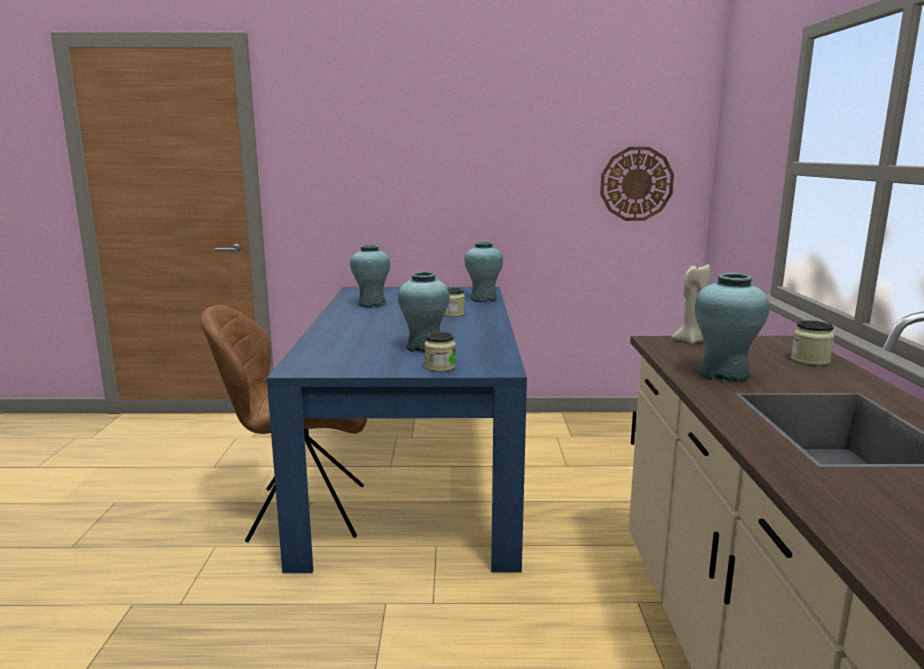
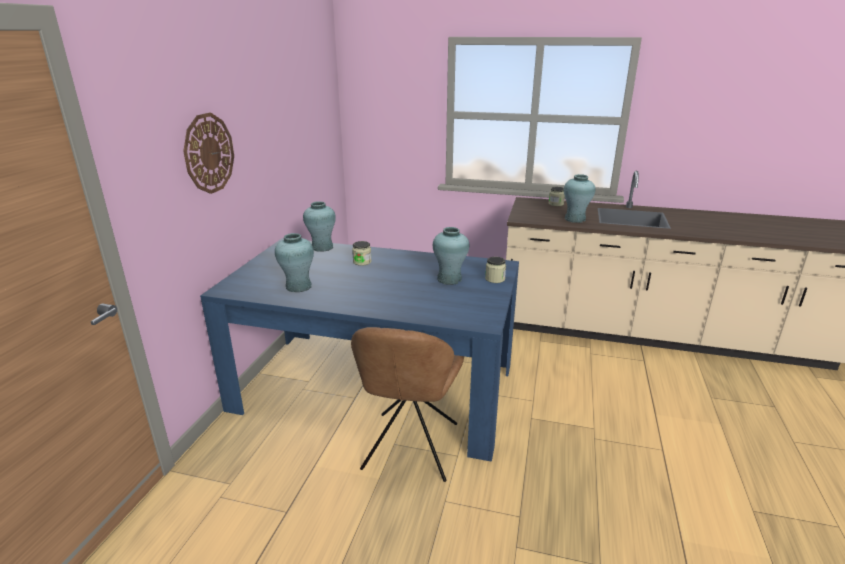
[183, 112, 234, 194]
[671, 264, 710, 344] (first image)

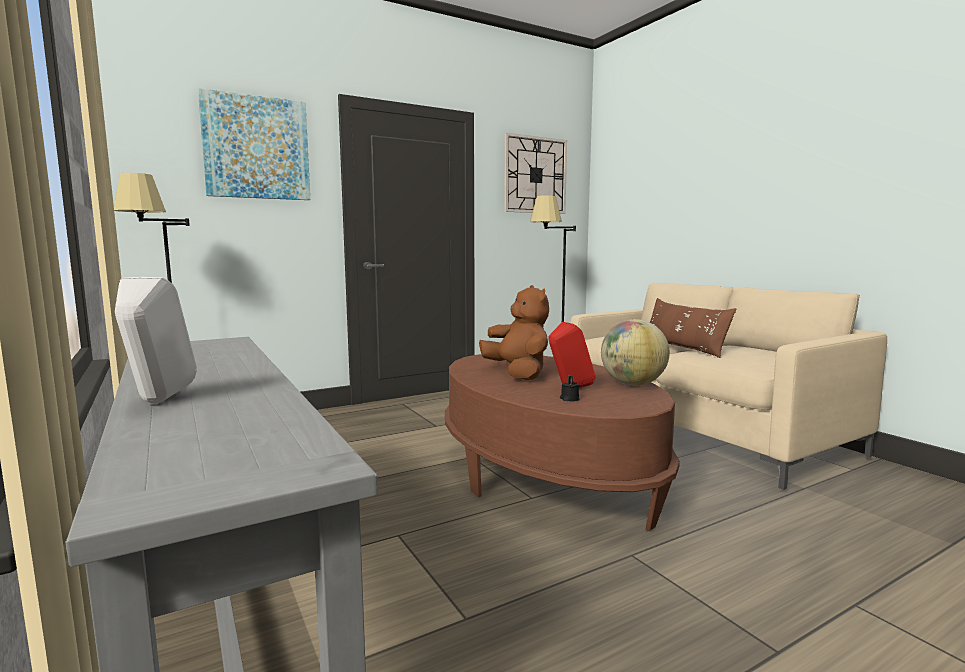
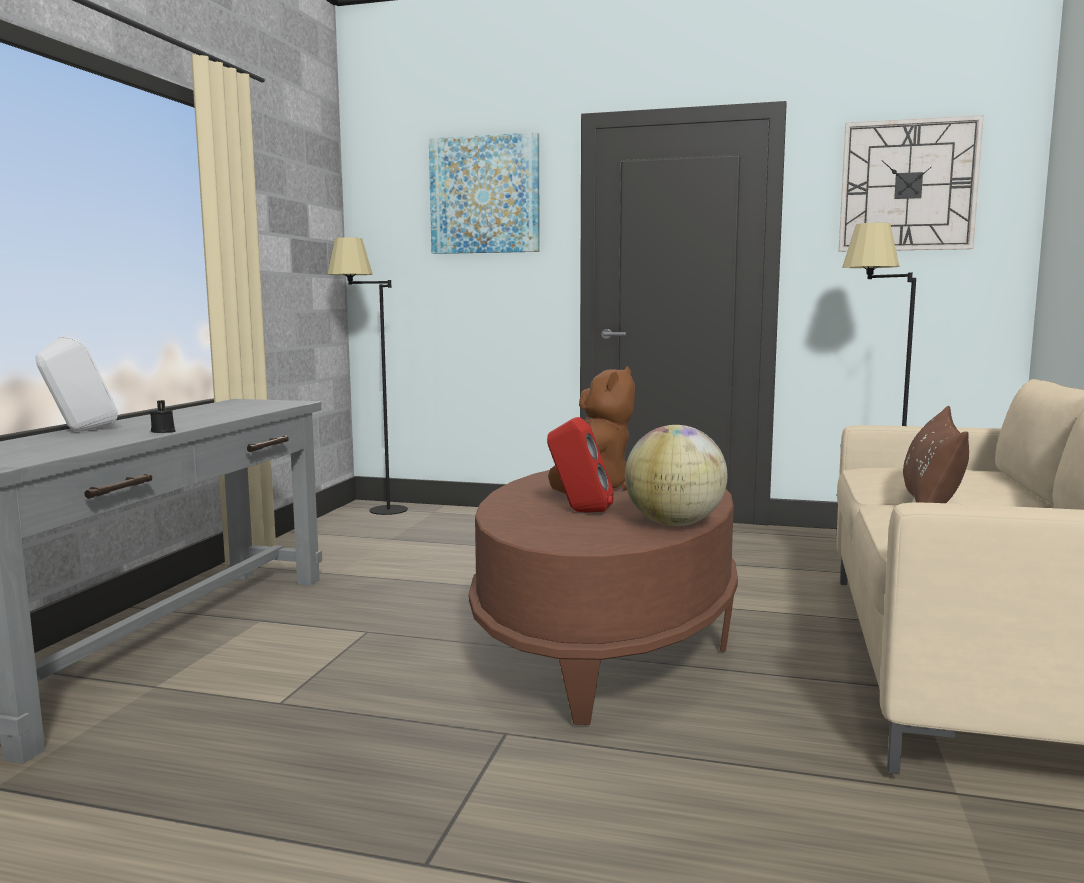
[149, 400, 176, 433]

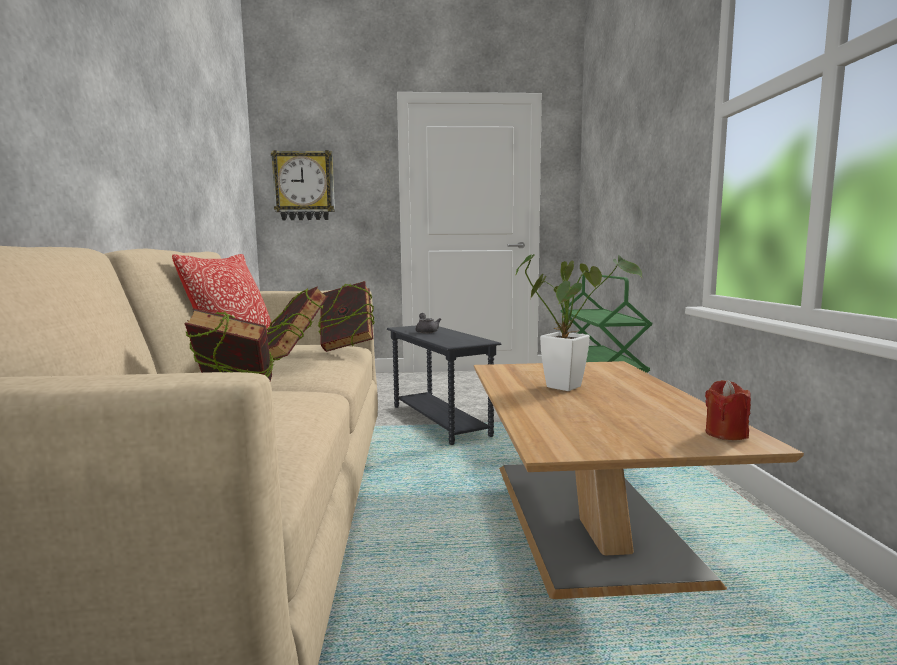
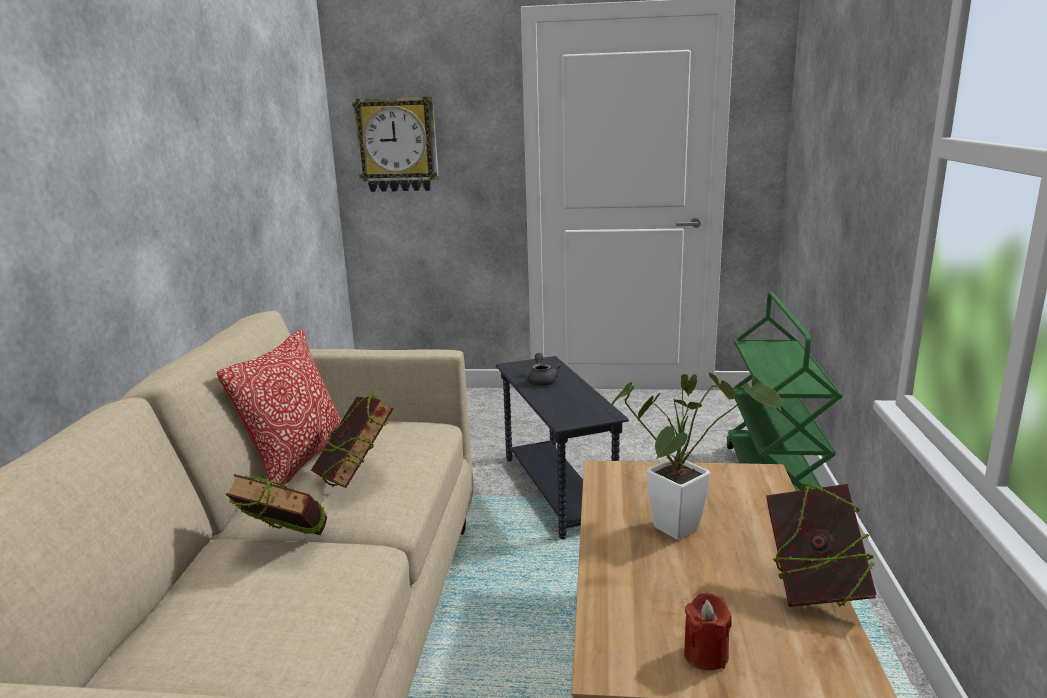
[766, 483, 877, 607]
[684, 593, 732, 670]

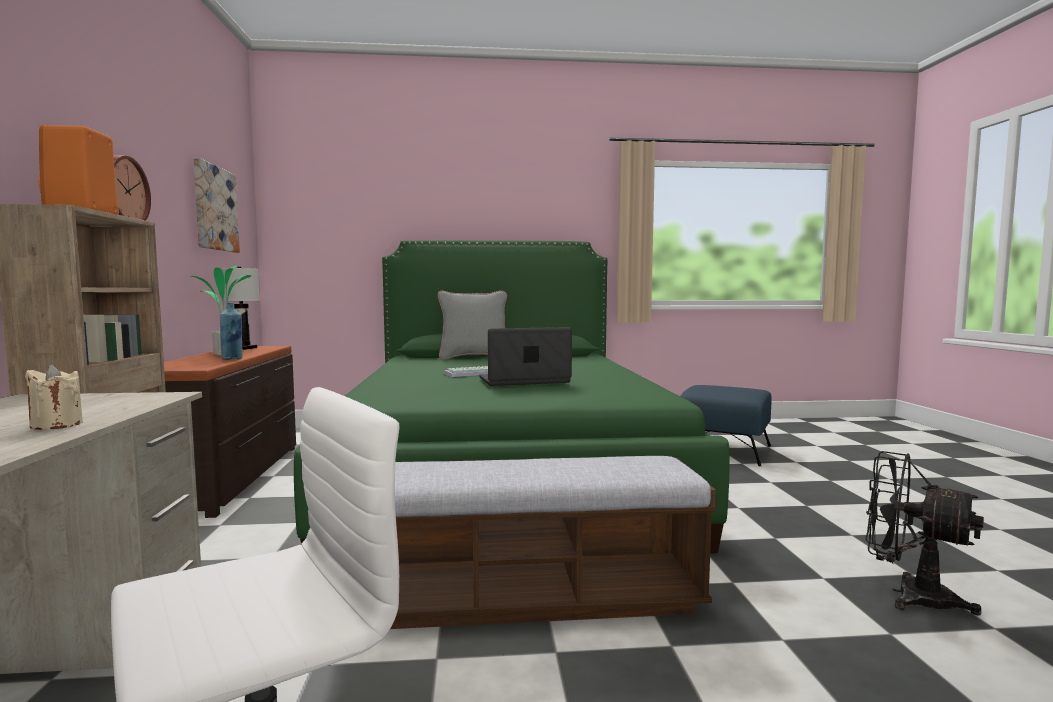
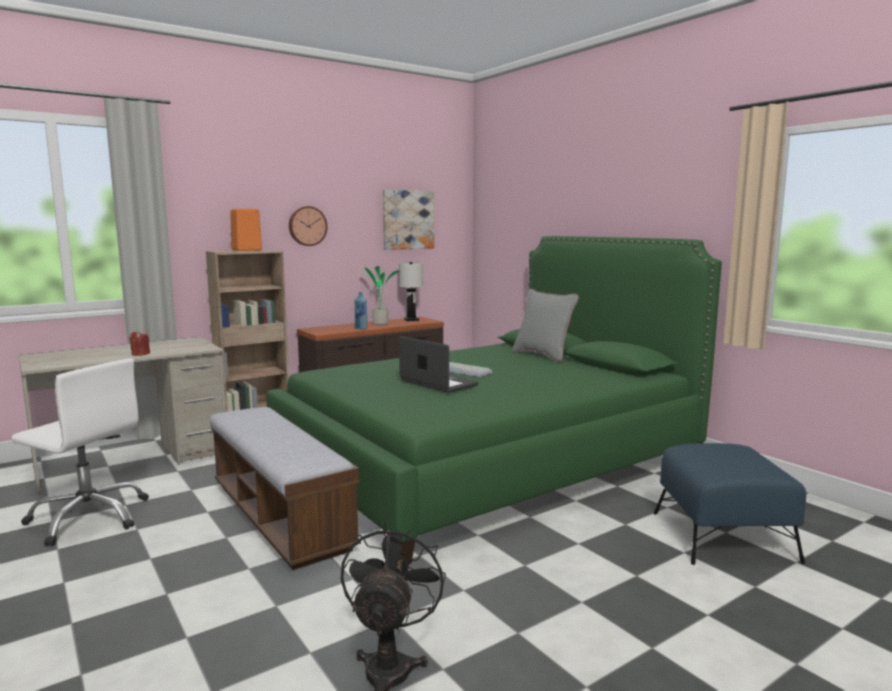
[129, 331, 150, 356]

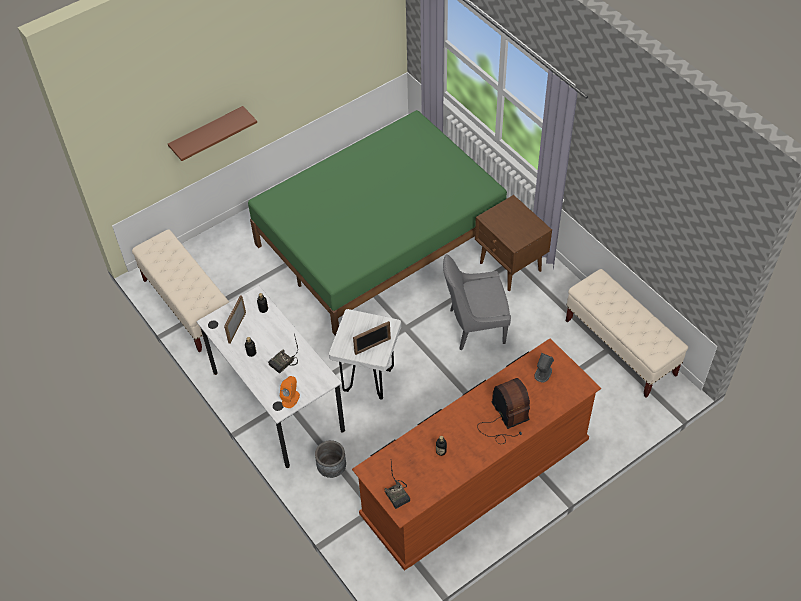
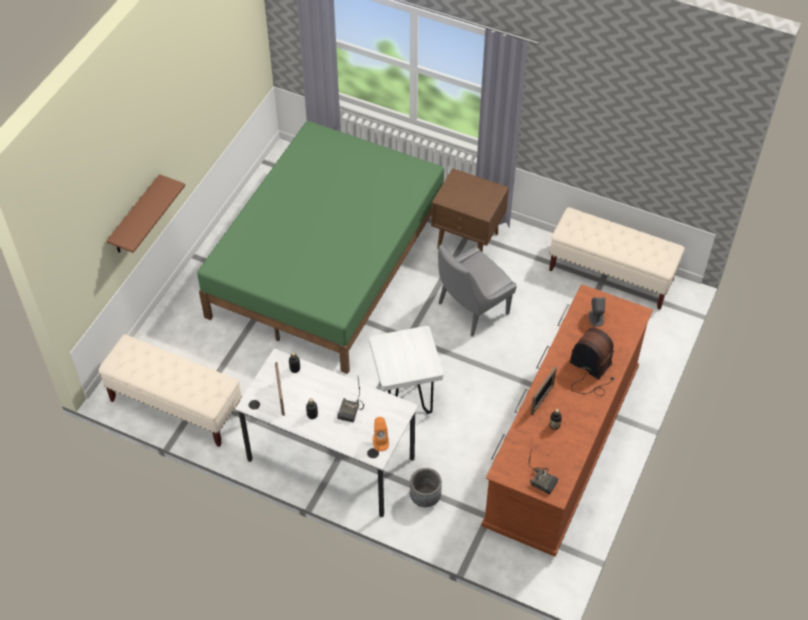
[530, 366, 557, 415]

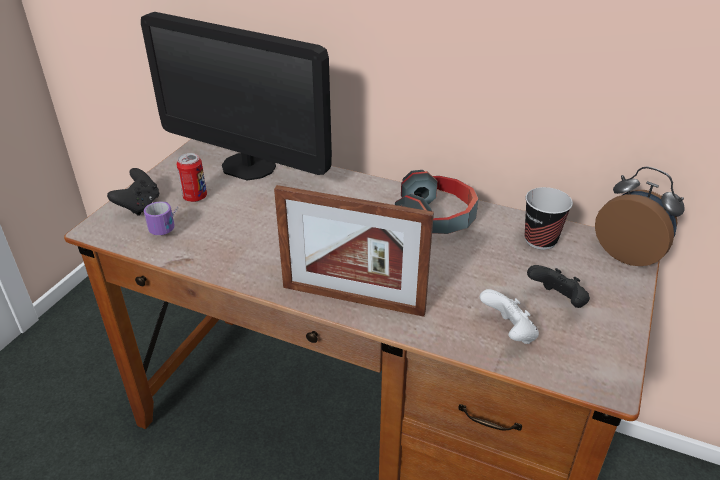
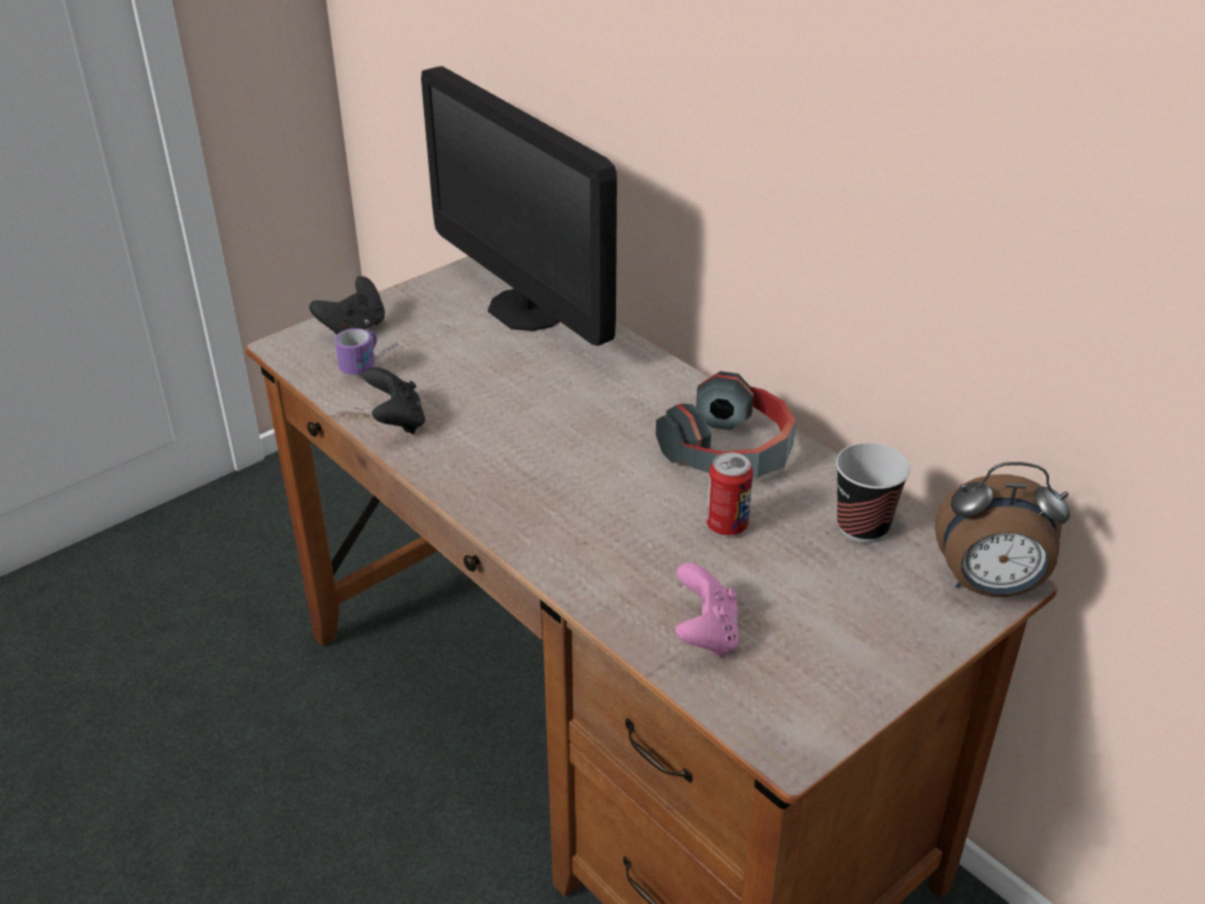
[706, 453, 753, 535]
[274, 185, 434, 317] (first image)
[675, 563, 739, 658]
[364, 367, 425, 434]
[935, 462, 1070, 597]

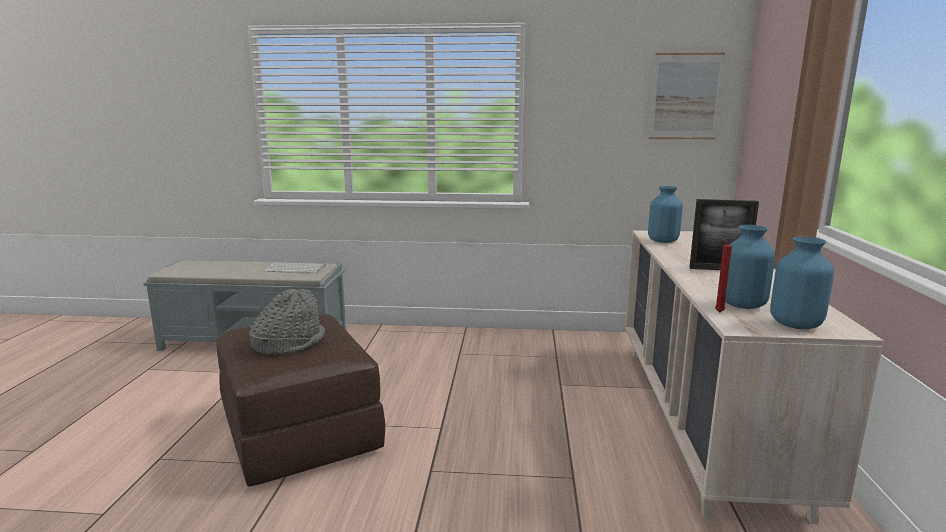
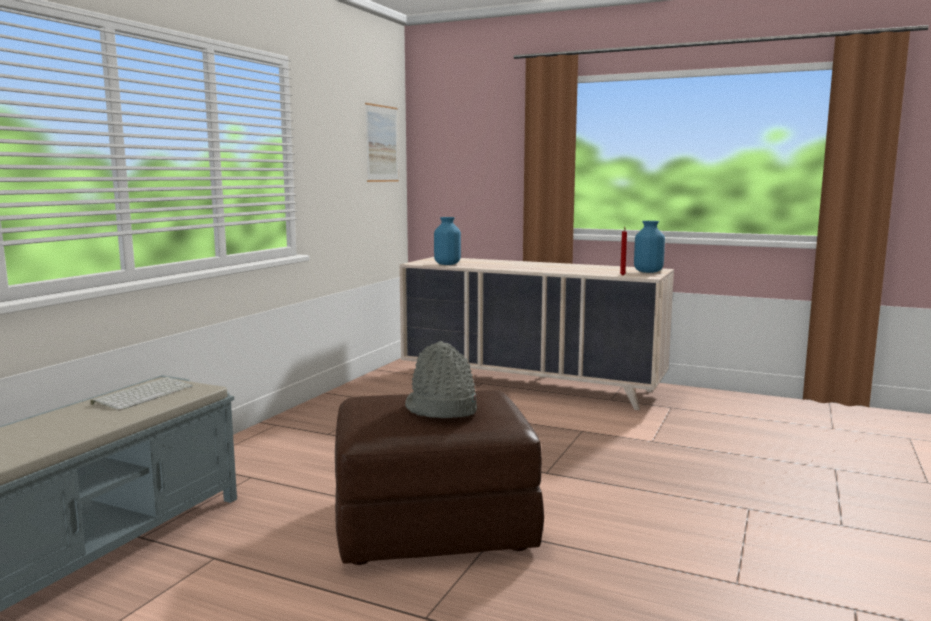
[689, 199, 759, 270] (first image)
[725, 225, 775, 309] (first image)

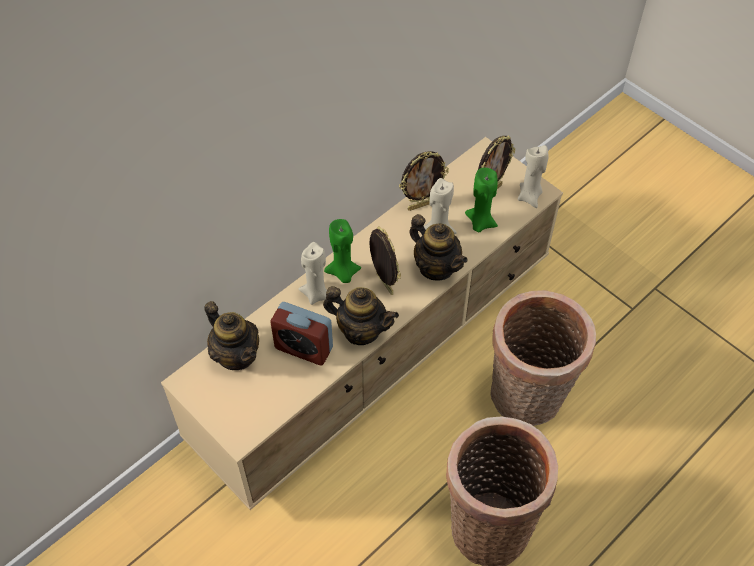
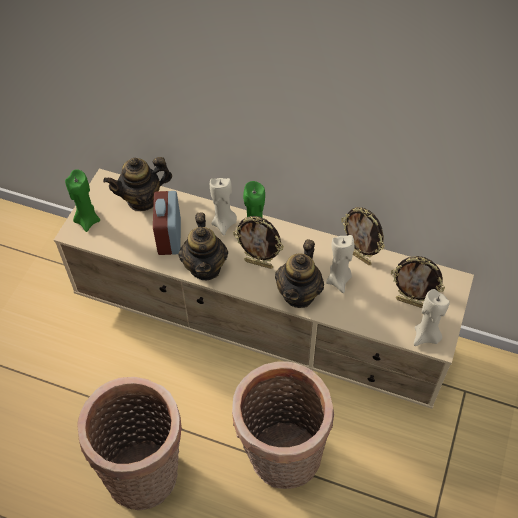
[103, 157, 172, 211]
[233, 216, 284, 269]
[65, 169, 100, 232]

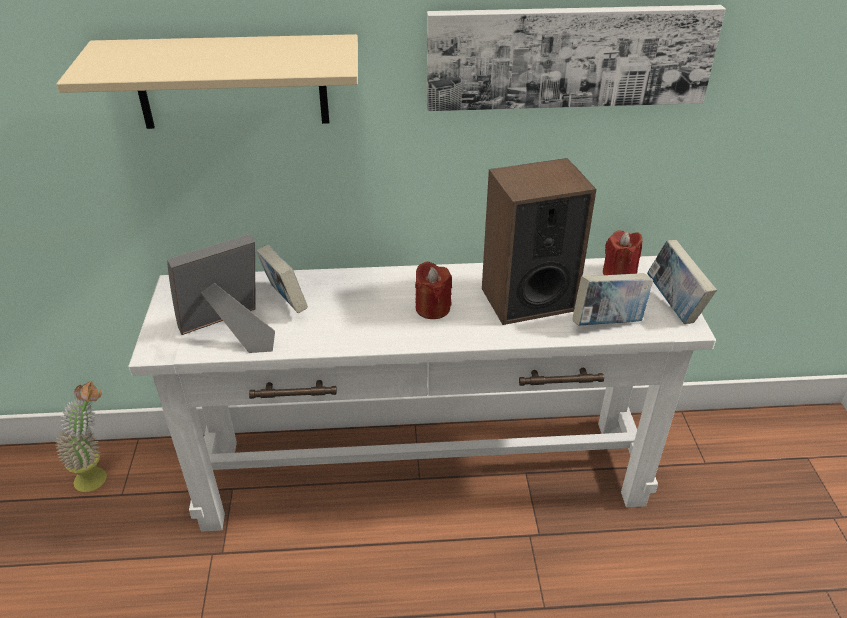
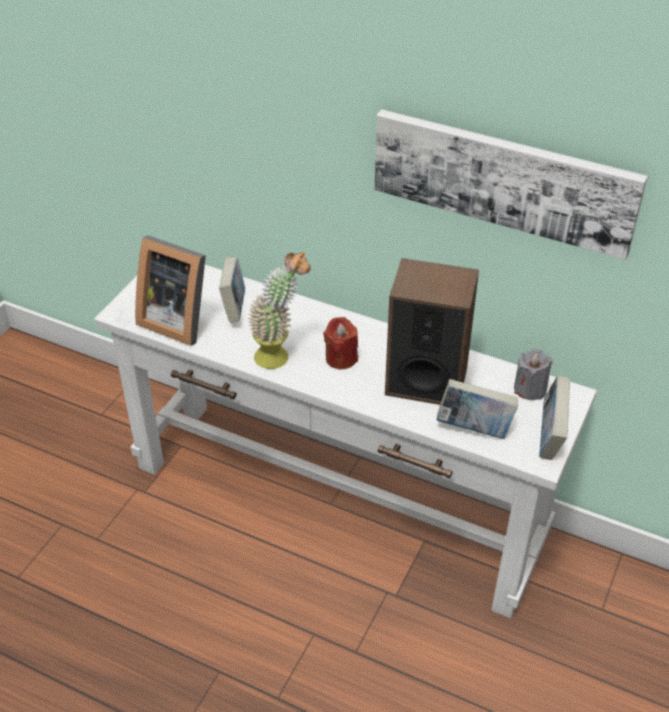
[56, 34, 358, 129] (first image)
[248, 252, 311, 369]
[135, 235, 206, 346]
[514, 349, 553, 400]

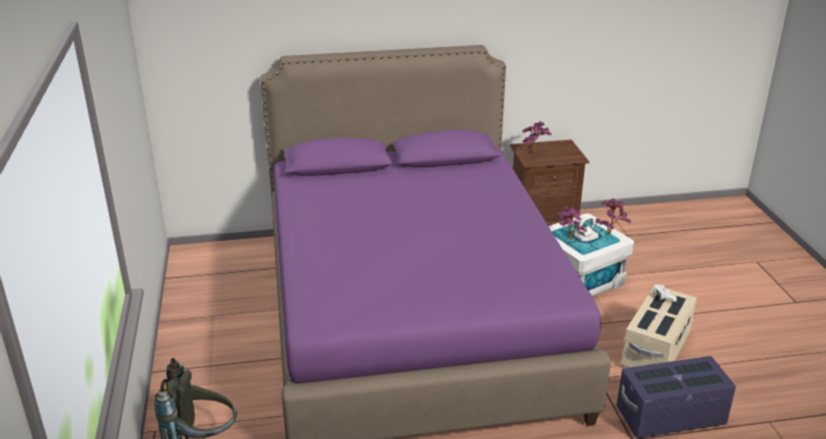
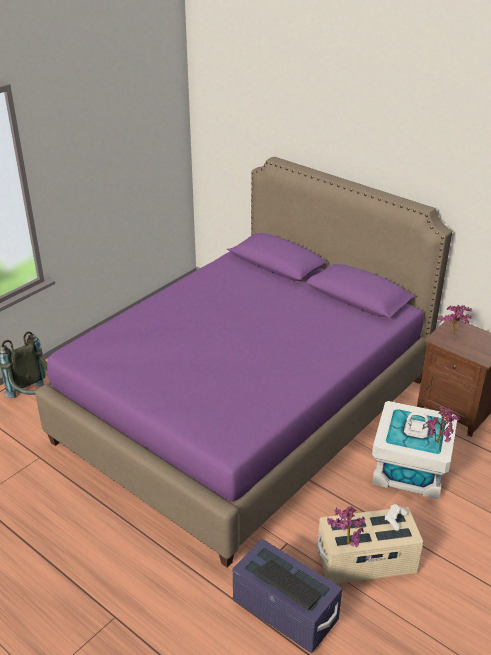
[327, 506, 365, 547]
[255, 560, 322, 610]

